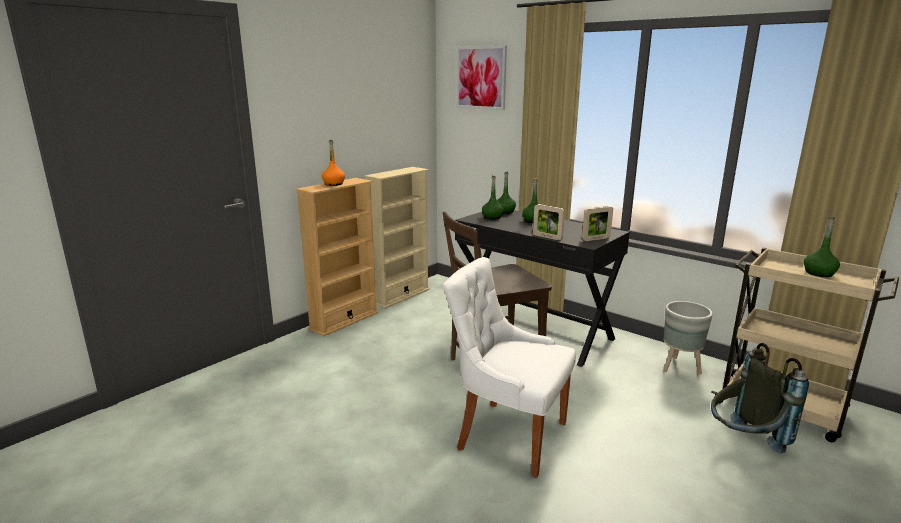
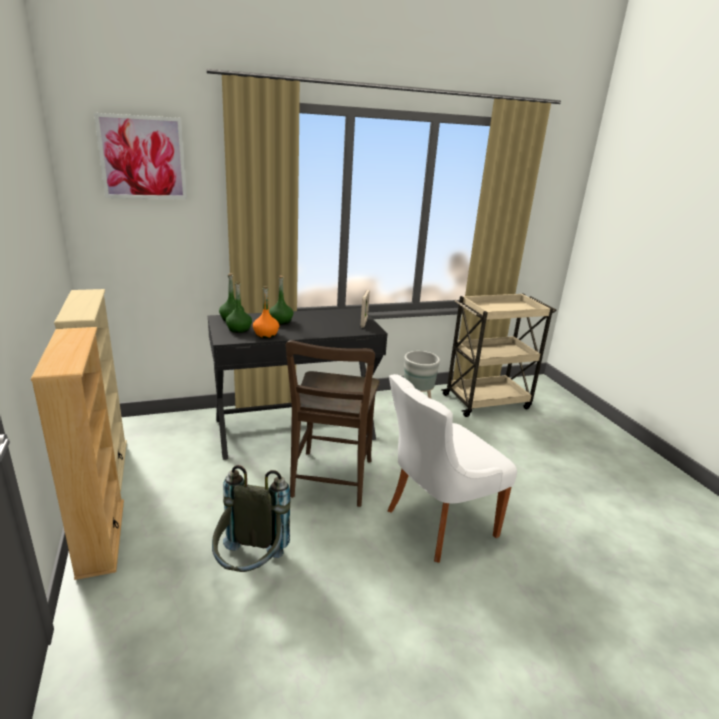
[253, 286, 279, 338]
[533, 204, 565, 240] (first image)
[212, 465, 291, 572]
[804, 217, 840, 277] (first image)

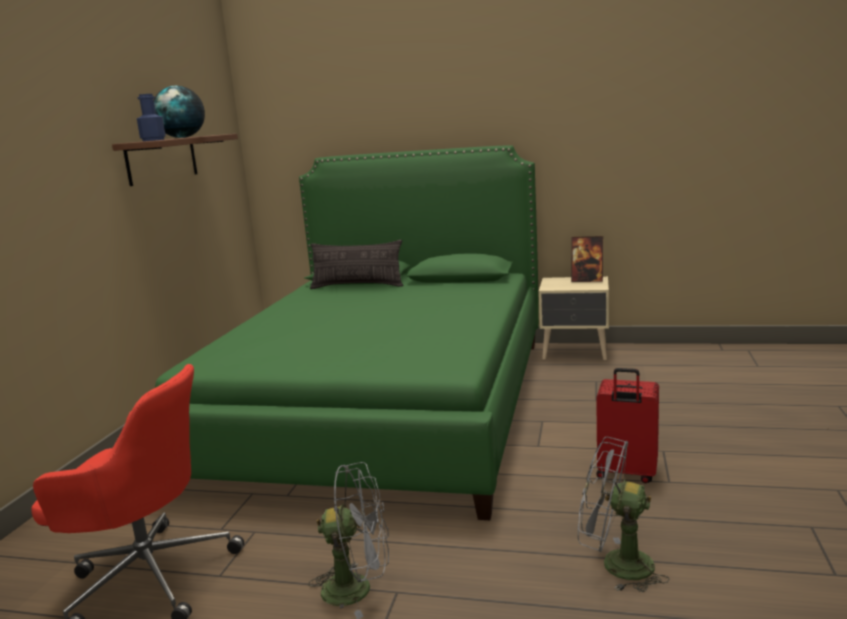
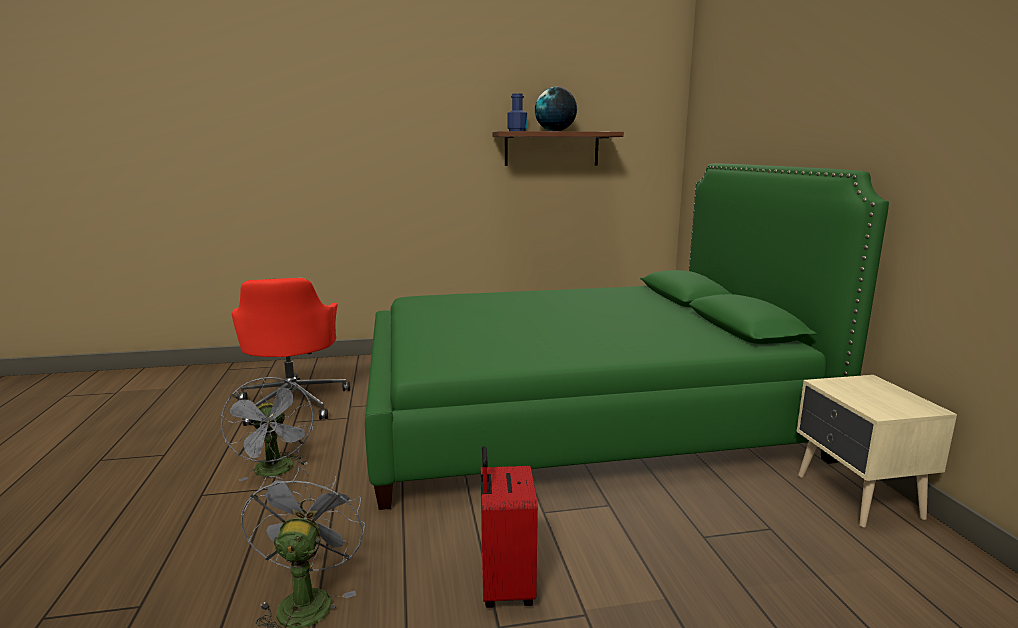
[310, 240, 403, 289] (first image)
[571, 236, 603, 282] (first image)

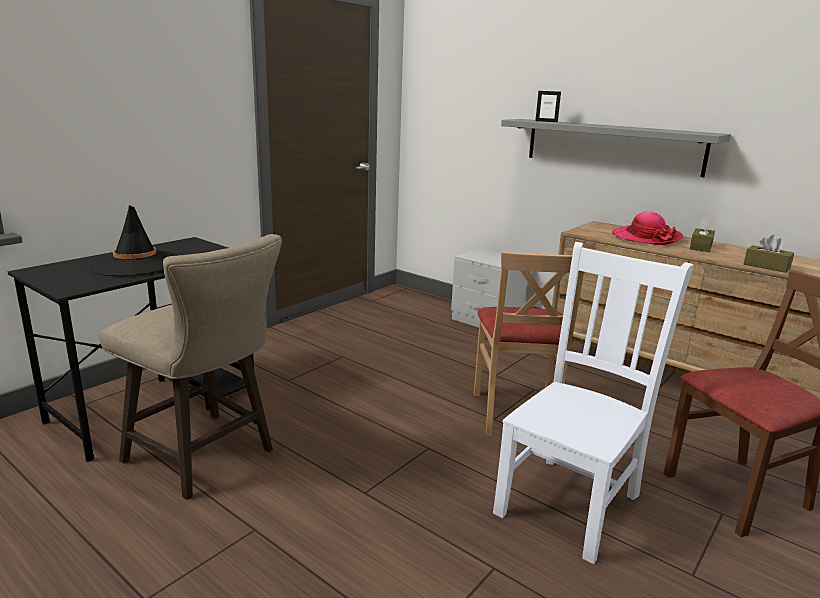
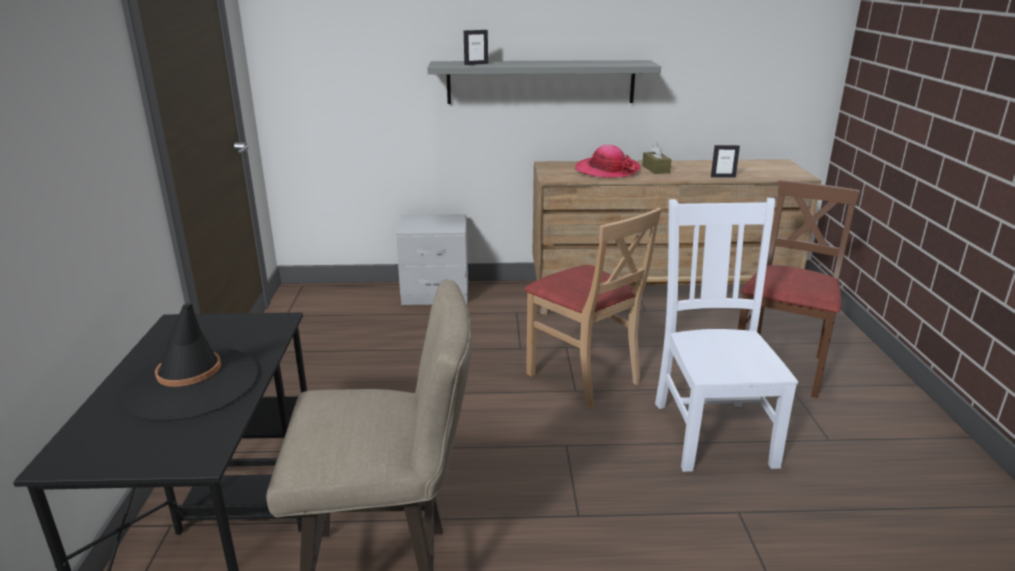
[711, 145, 740, 177]

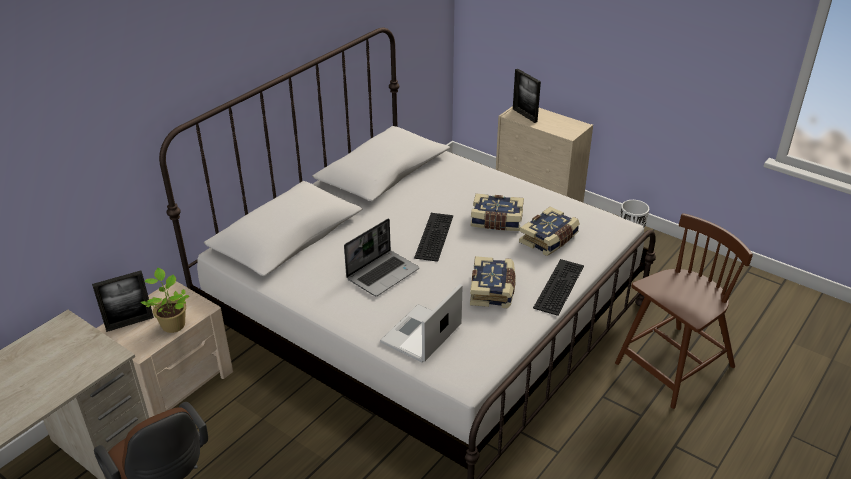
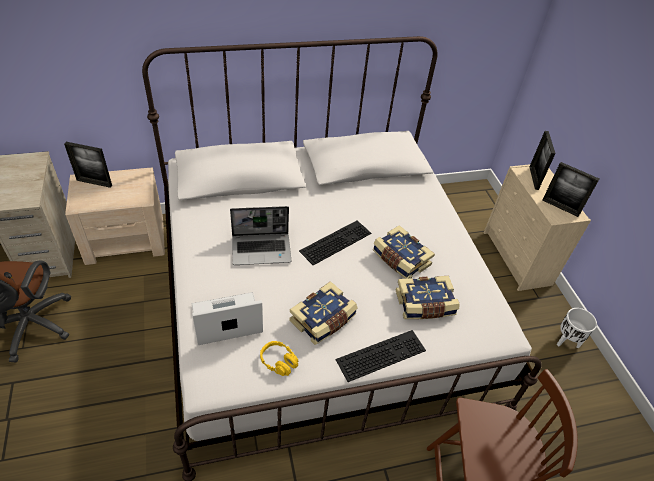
[141, 268, 189, 333] (first image)
[260, 341, 298, 376]
[542, 162, 599, 217]

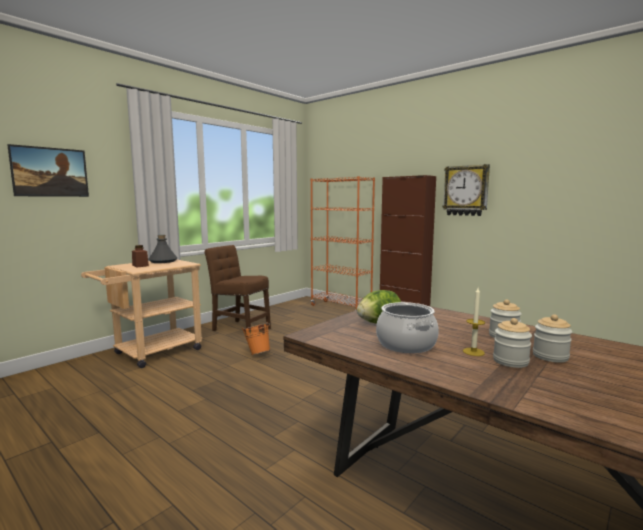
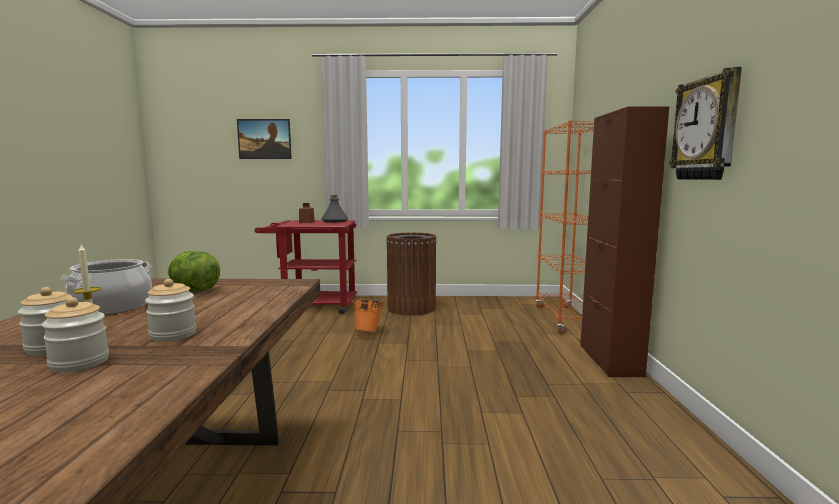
[255, 220, 357, 314]
[386, 232, 437, 316]

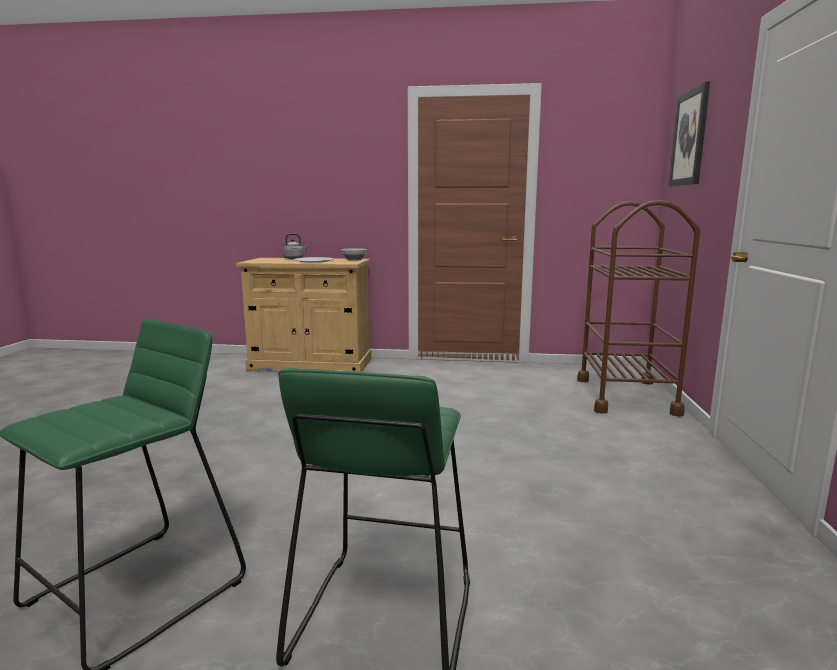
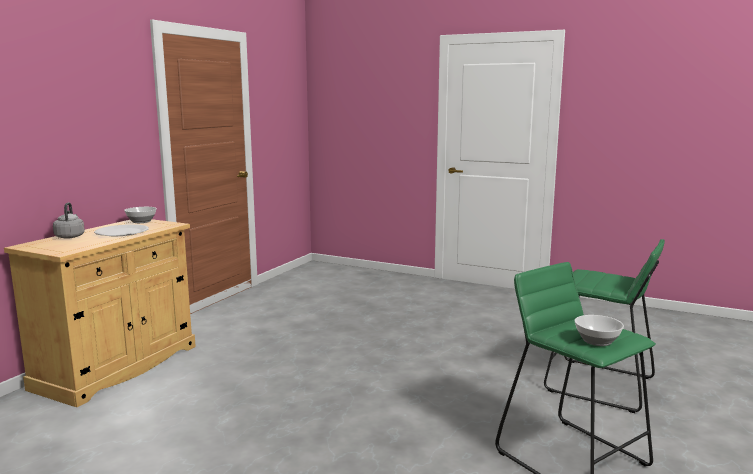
[577, 200, 700, 416] (first image)
[668, 81, 710, 187] (first image)
[575, 315, 624, 346]

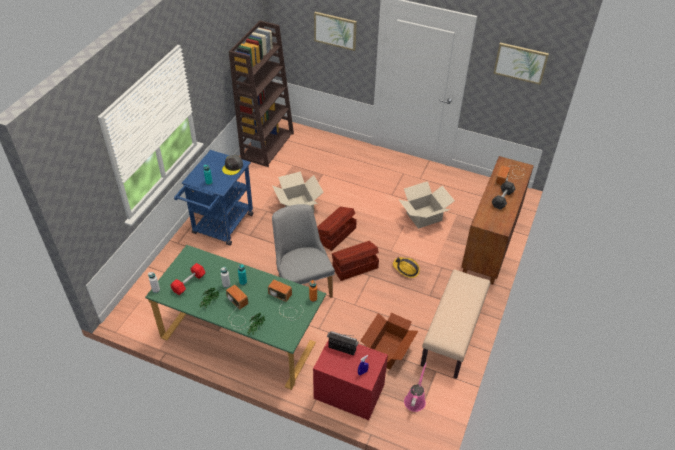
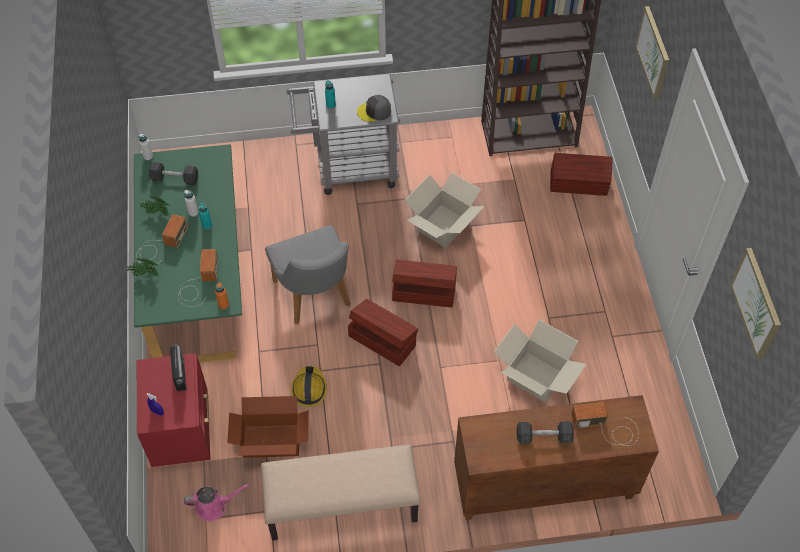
[149, 162, 198, 185]
[287, 74, 400, 195]
[265, 225, 351, 325]
[291, 366, 327, 407]
[550, 153, 613, 196]

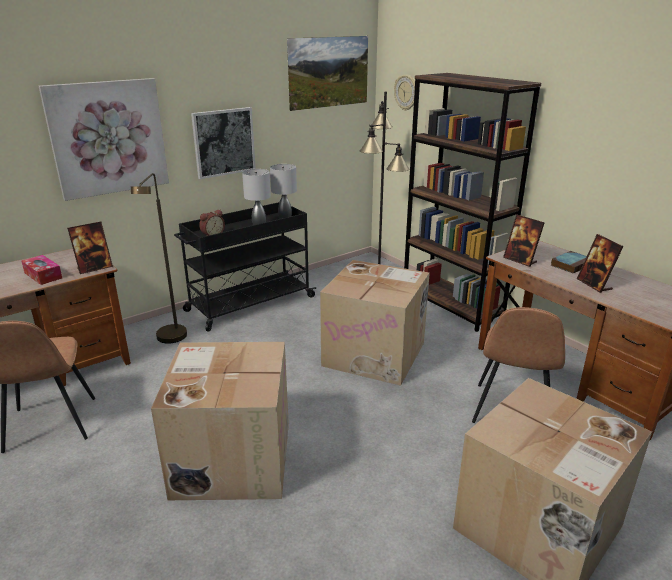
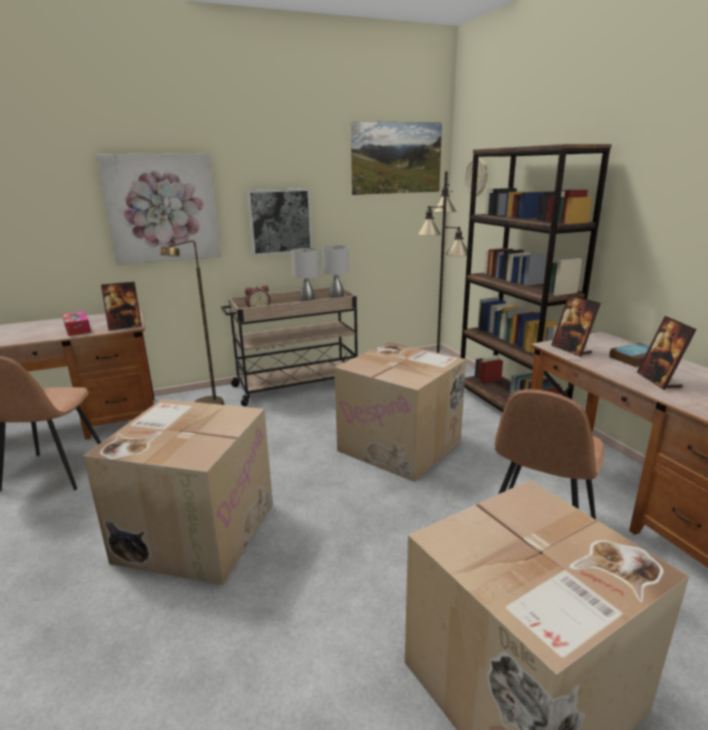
[221, 287, 358, 406]

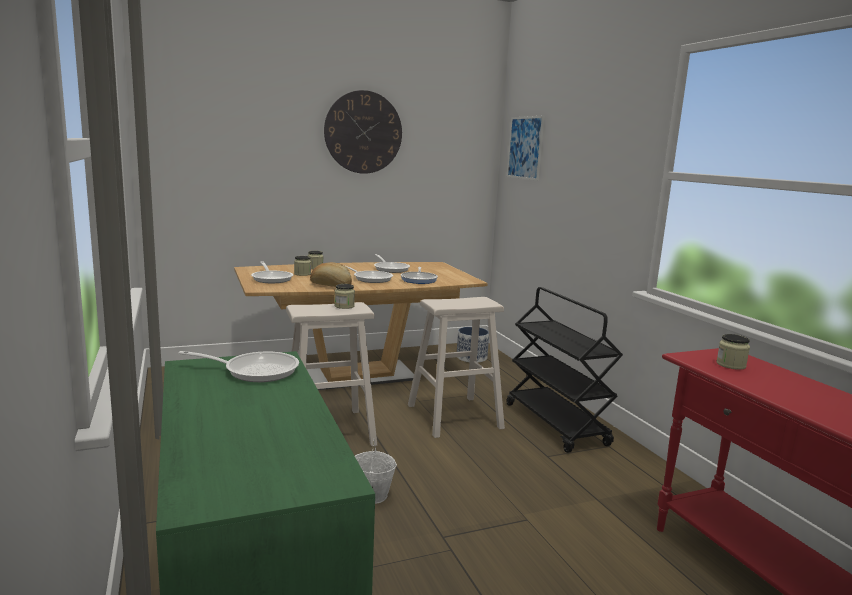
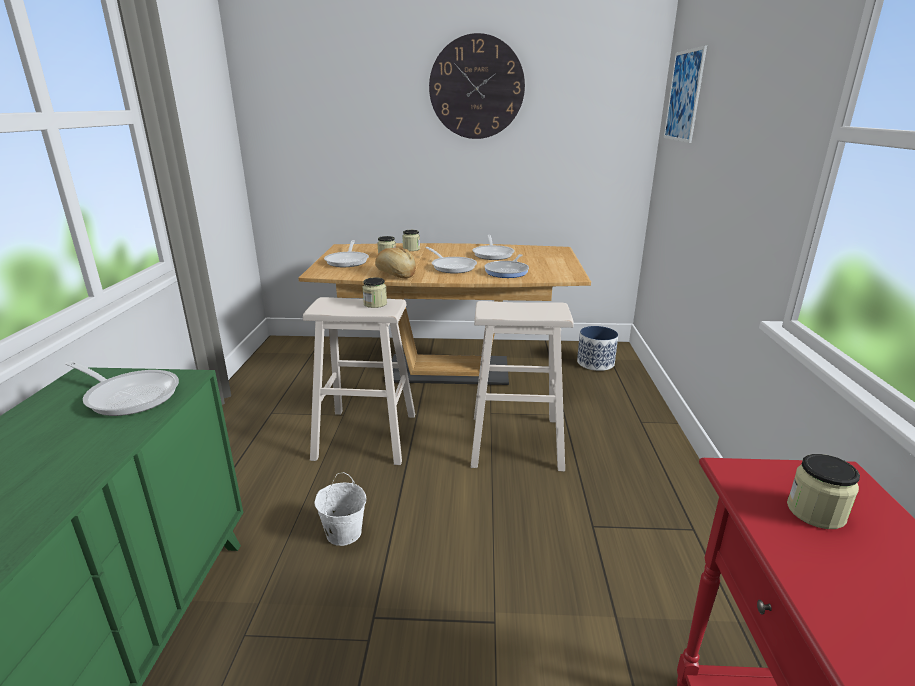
[506, 287, 623, 453] (first image)

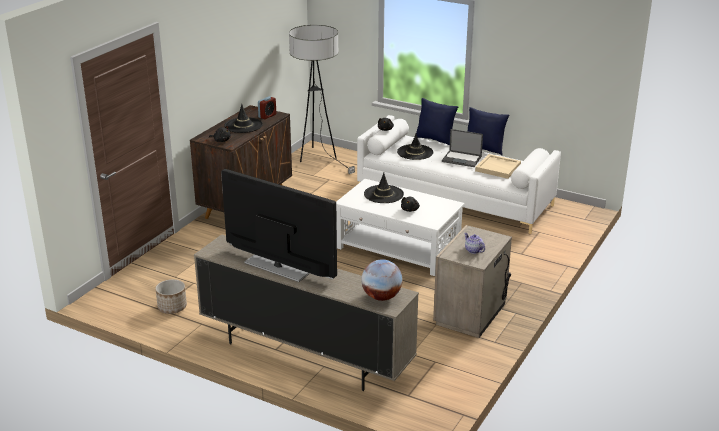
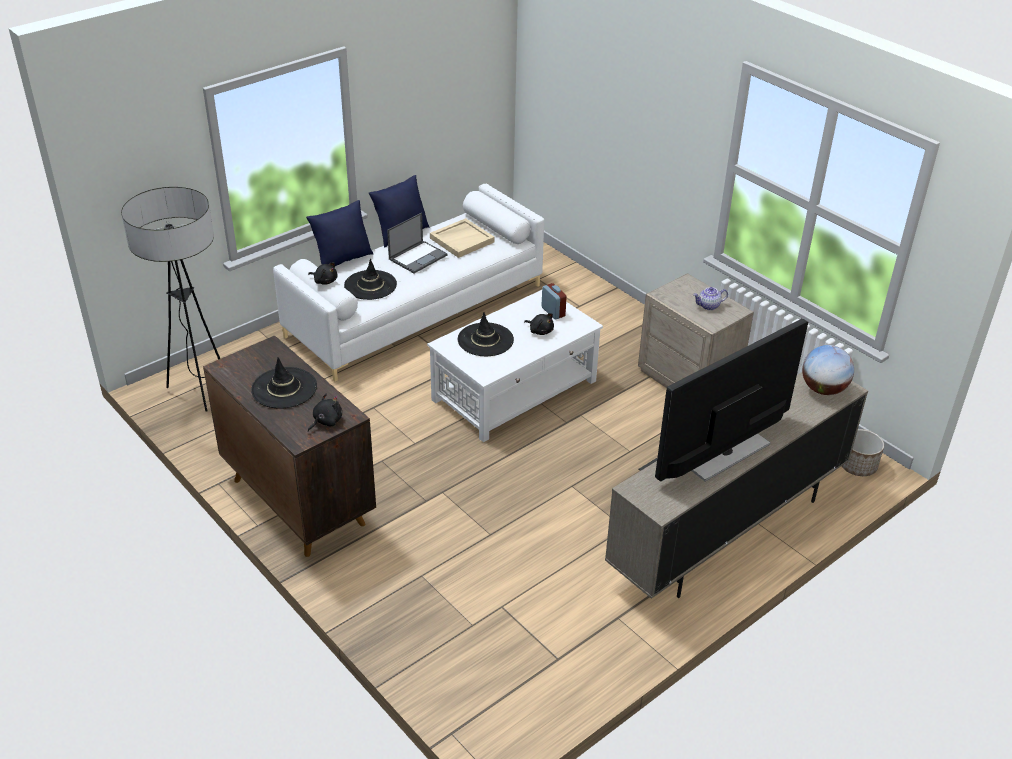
[842, 429, 884, 476]
[541, 283, 567, 319]

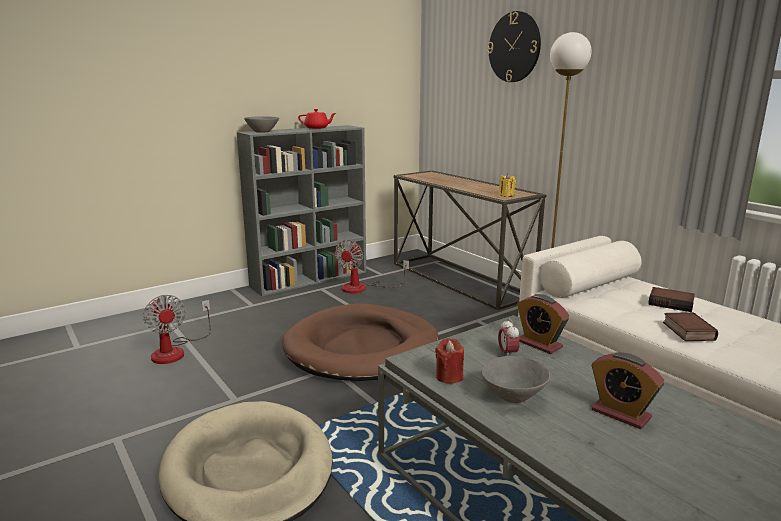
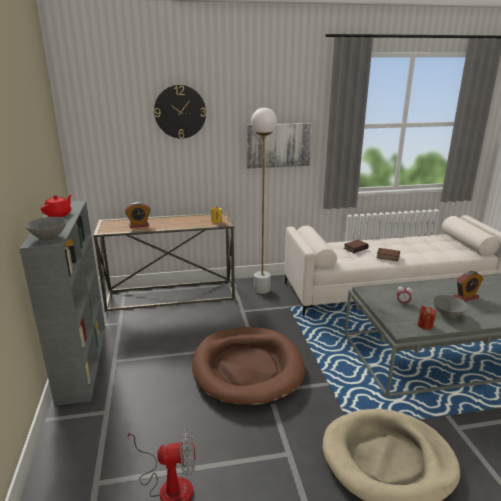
[335, 240, 409, 293] (first image)
[125, 202, 150, 228]
[246, 123, 312, 168]

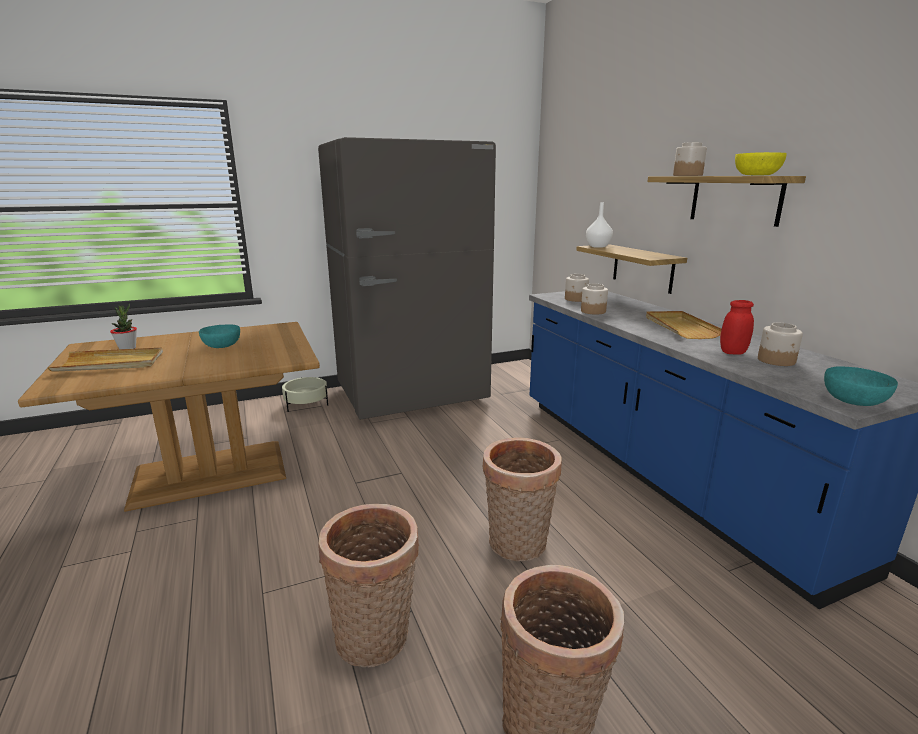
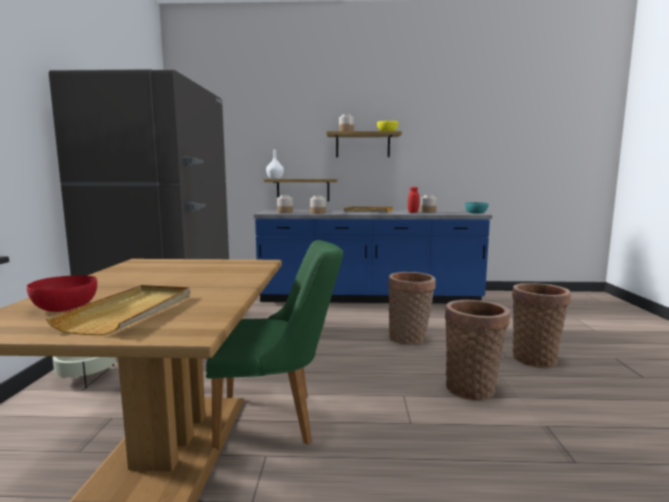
[26, 275, 97, 312]
[199, 324, 240, 348] (first image)
[206, 240, 343, 450]

